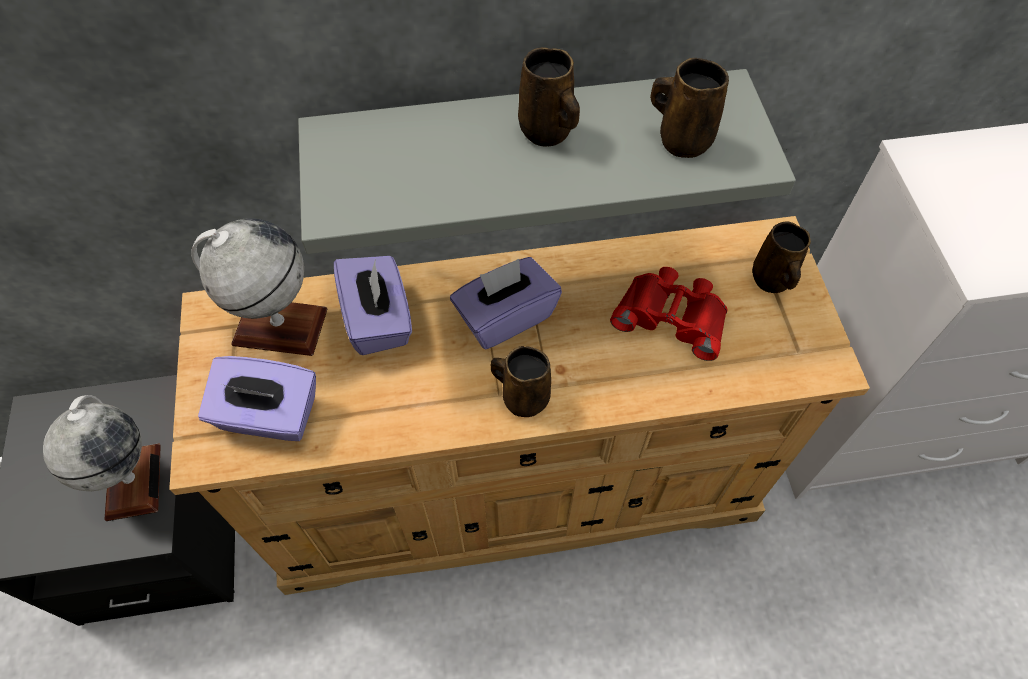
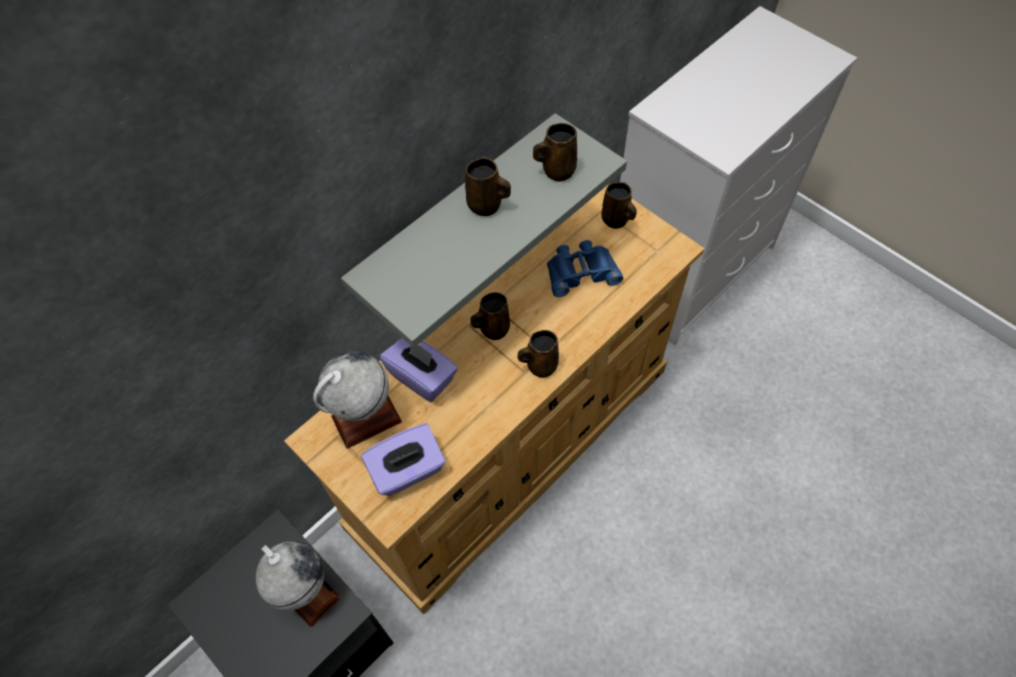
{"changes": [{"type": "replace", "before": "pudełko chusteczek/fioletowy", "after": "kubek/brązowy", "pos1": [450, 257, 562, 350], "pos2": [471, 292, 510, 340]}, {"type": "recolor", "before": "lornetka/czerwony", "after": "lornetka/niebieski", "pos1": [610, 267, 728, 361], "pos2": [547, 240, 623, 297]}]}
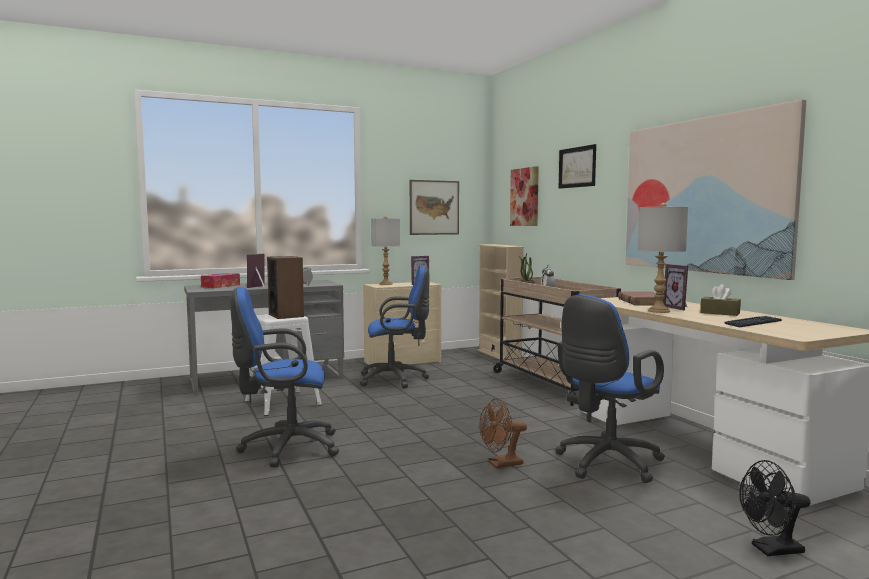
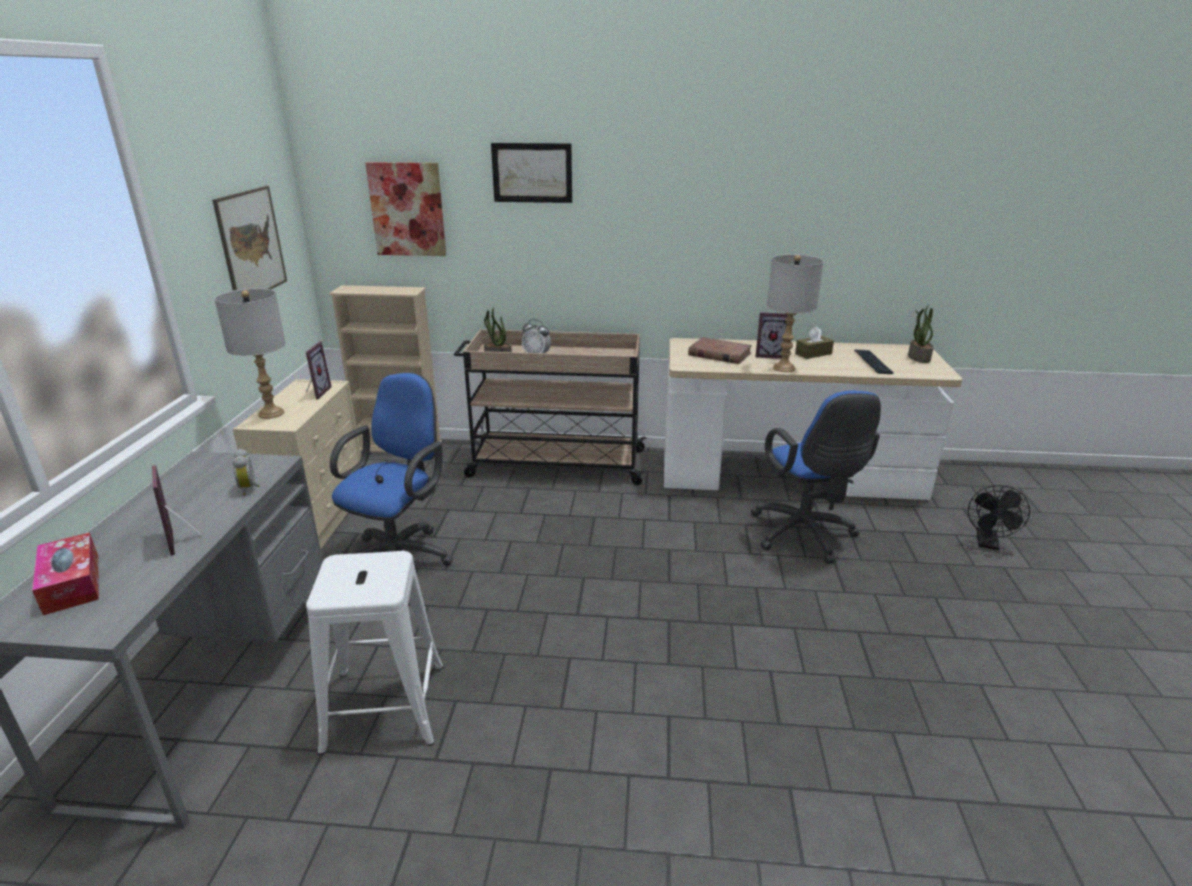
{"changes": [{"type": "insert", "after": "roślina doniczkowa", "pos2": [908, 305, 934, 363]}, {"type": "delete", "before": "krzesło biurowe/niebieski", "pos1": [230, 287, 339, 467]}, {"type": "delete", "before": "głośnik", "pos1": [267, 256, 304, 319]}, {"type": "delete", "before": "wentylator/brązowy", "pos1": [479, 398, 527, 468]}, {"type": "delete", "before": "obraz", "pos1": [626, 99, 806, 280]}]}
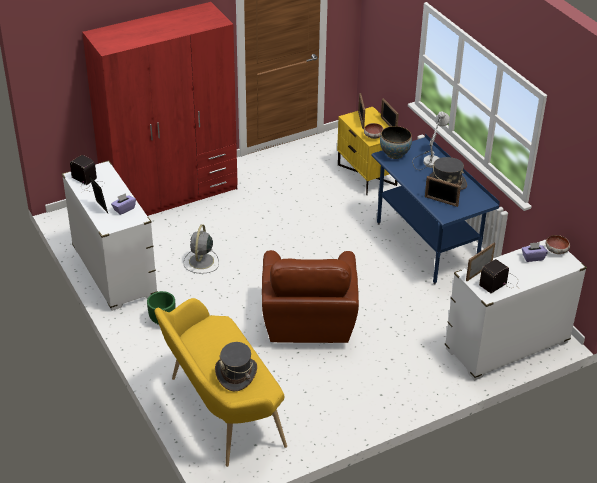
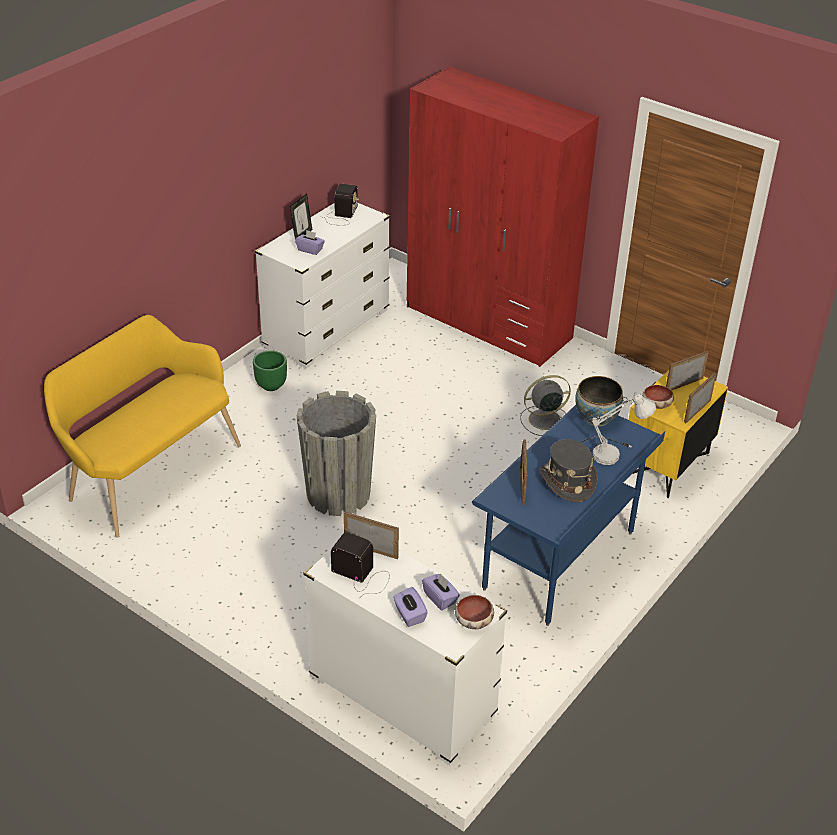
{"changes": [{"type": "replace", "before": "fotel/brązowy", "after": "donica/szary", "pos1": [262, 250, 359, 343], "pos2": [297, 390, 376, 516]}, {"type": "insert", "after": "pudełko chusteczek/fioletowy", "pos2": [393, 587, 428, 627]}, {"type": "move", "before": "wentylator/szary", "pos1": [184, 224, 219, 274], "pos2": [520, 375, 571, 436]}, {"type": "delete", "before": "kapelusz/szary", "pos1": [215, 342, 257, 391]}]}
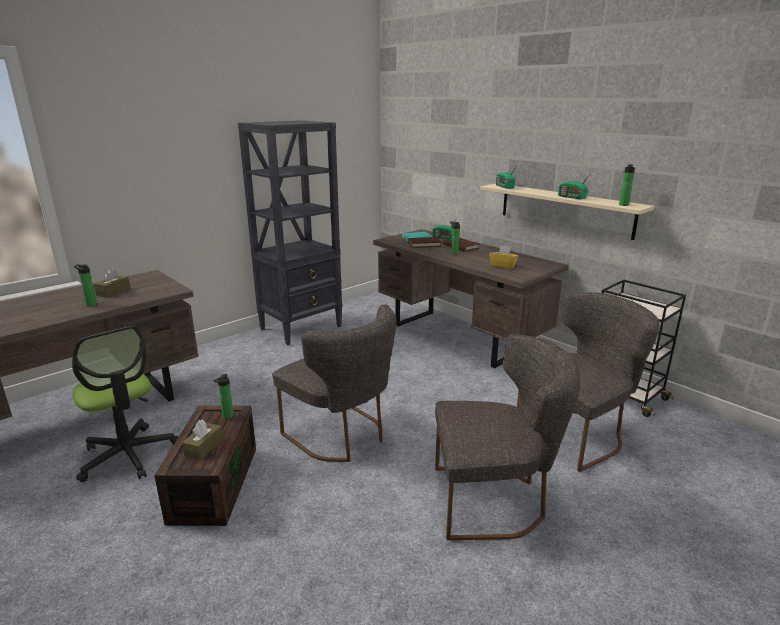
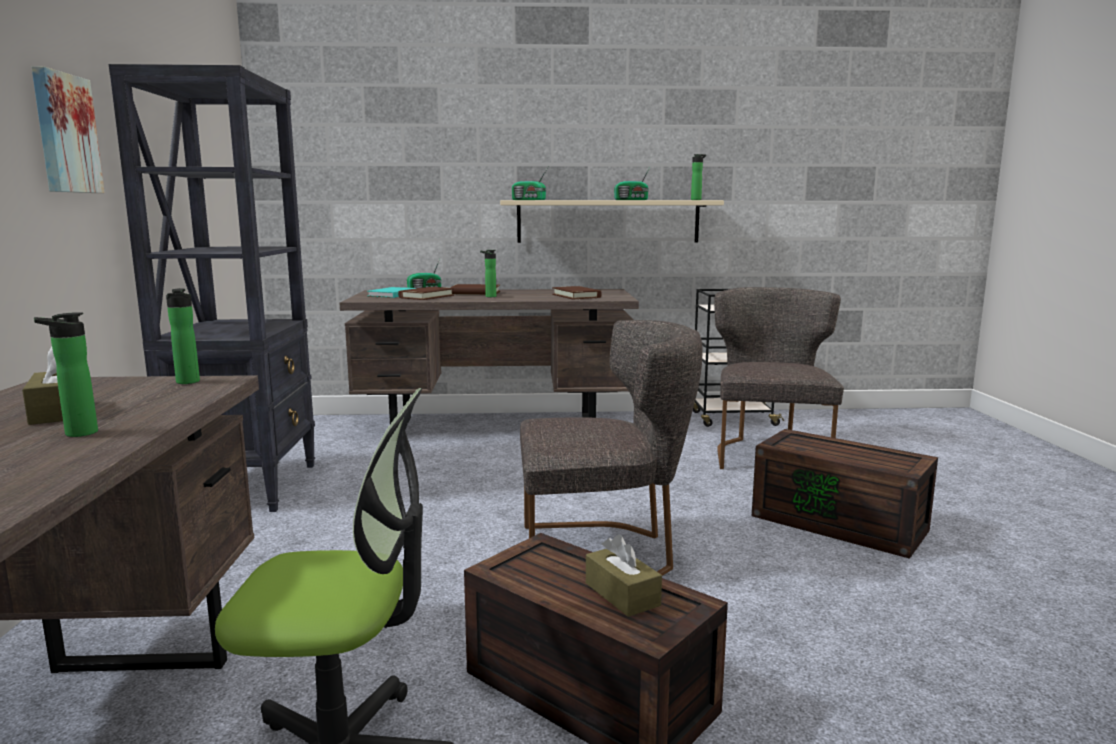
{"changes": [{"type": "insert", "after": "obraz", "pos2": [31, 66, 105, 193]}, {"type": "move", "before": "butelka", "pos1": [213, 374, 234, 419], "pos2": [166, 288, 200, 384]}, {"type": "replace", "before": "pudełko chusteczek/żółty", "after": "książka/brązowy", "pos1": [489, 245, 518, 269], "pos2": [552, 286, 602, 299]}, {"type": "replace", "before": "krzesło/szary", "after": "pojemnik do przechowywania/brązowy", "pos1": [435, 334, 580, 540], "pos2": [752, 429, 938, 559]}]}
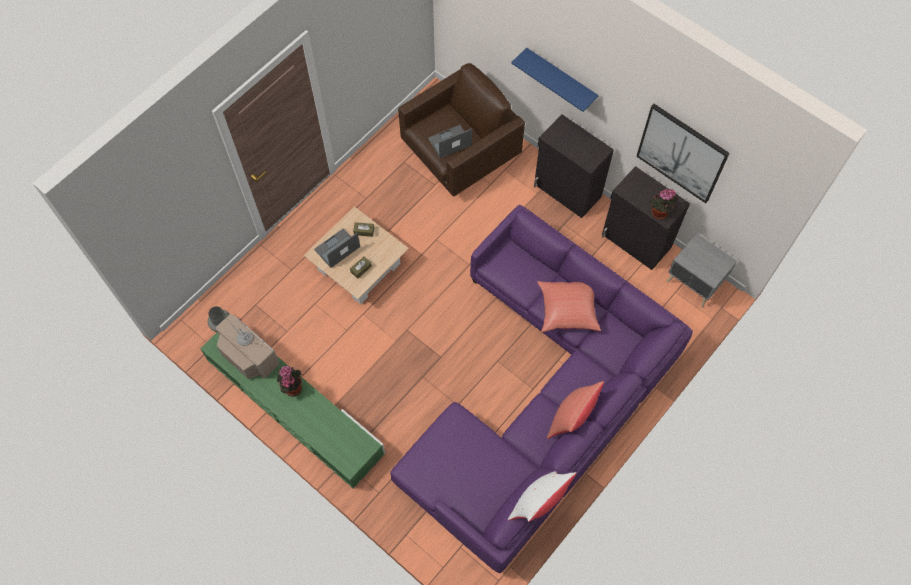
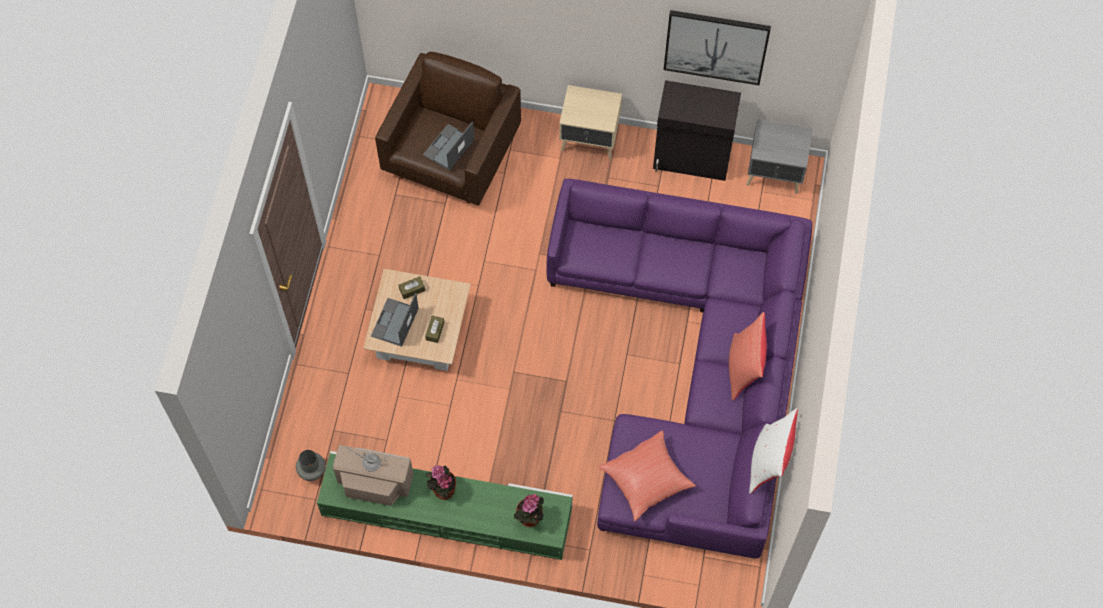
{"changes": [{"type": "move", "before": "roślina doniczkowa", "pos1": [649, 188, 678, 219], "pos2": [514, 494, 544, 527]}, {"type": "replace", "before": "szafka/czarny", "after": "szafka nocna/beżowy", "pos1": [534, 114, 614, 218], "pos2": [559, 85, 622, 159]}, {"type": "move", "before": "poduszka/czerwony", "pos1": [538, 281, 601, 332], "pos2": [598, 431, 696, 521]}, {"type": "delete", "before": "półka/niebieski", "pos1": [511, 47, 599, 112]}]}
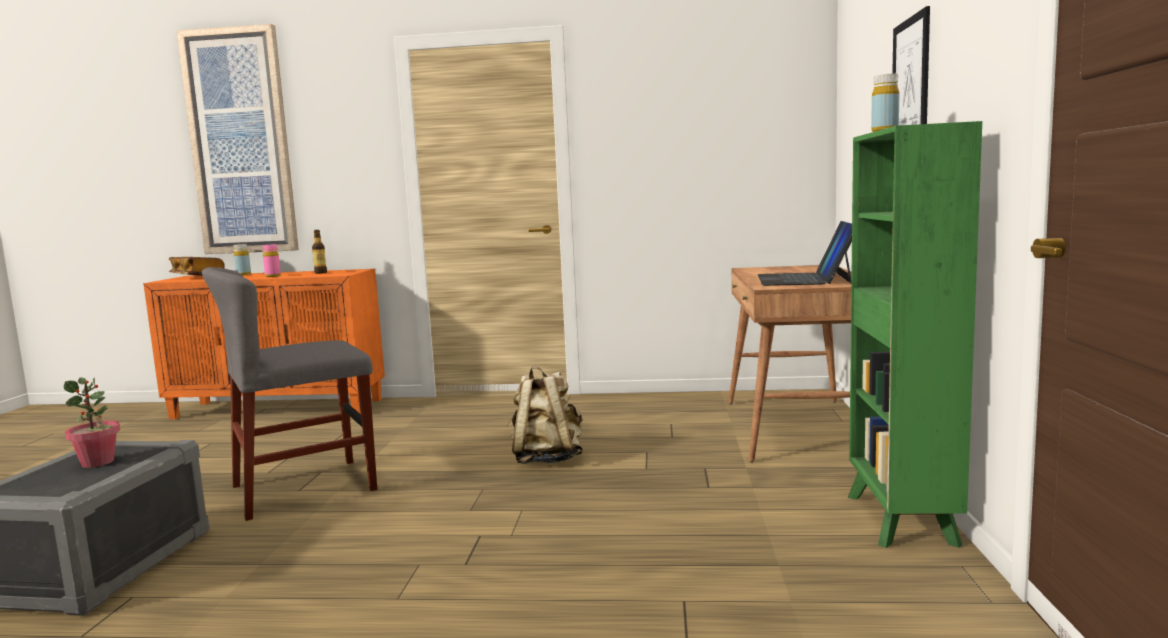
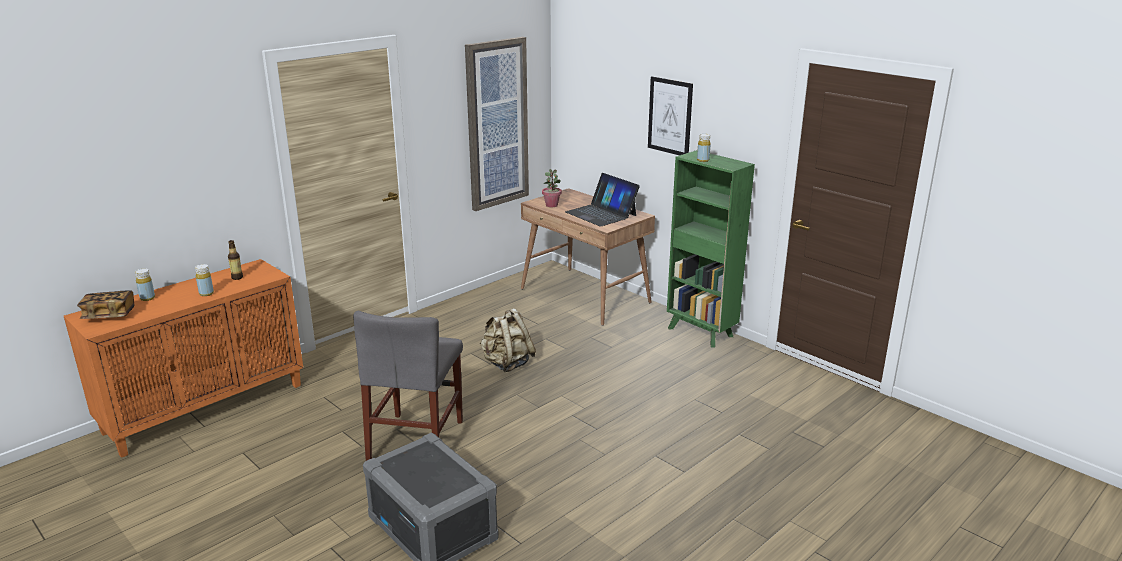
{"changes": [{"type": "recolor", "before": "butelka/różowy", "after": "butelka/żółty", "pos1": [263, 244, 281, 277], "pos2": [195, 264, 214, 296]}, {"type": "move", "before": "obraz", "pos1": [177, 24, 299, 254], "pos2": [465, 37, 529, 211]}, {"type": "move", "before": "roślina doniczkowa", "pos1": [64, 378, 120, 468], "pos2": [542, 169, 562, 207]}]}
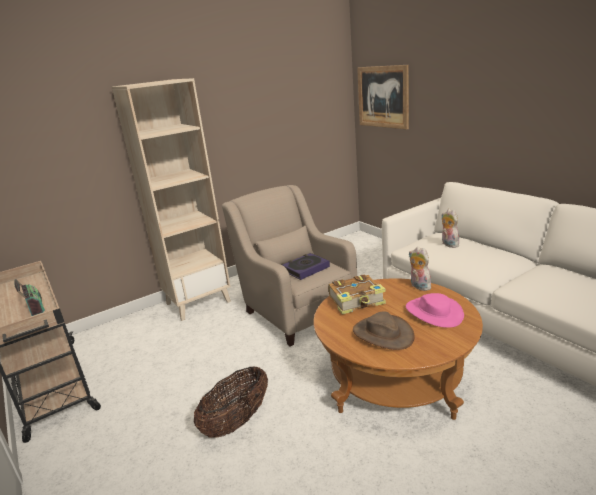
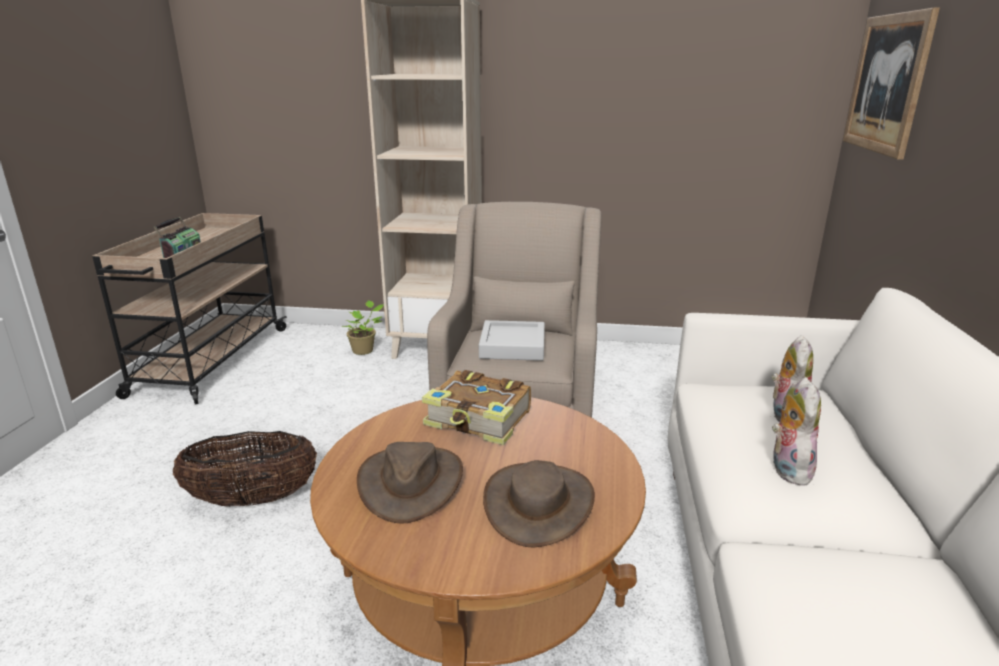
{"changes": [{"type": "insert", "after": "roślina doniczkowa", "pos2": [342, 300, 384, 355]}, {"type": "replace", "before": "książka", "after": "taca/szary", "pos1": [283, 253, 330, 280], "pos2": [479, 320, 545, 361]}, {"type": "recolor", "before": "kapelusz/różowy", "after": "kapelusz/brązowy", "pos1": [406, 293, 464, 328], "pos2": [483, 460, 595, 548]}, {"type": "move", "before": "pluszak", "pos1": [409, 247, 431, 291], "pos2": [772, 377, 821, 487]}]}
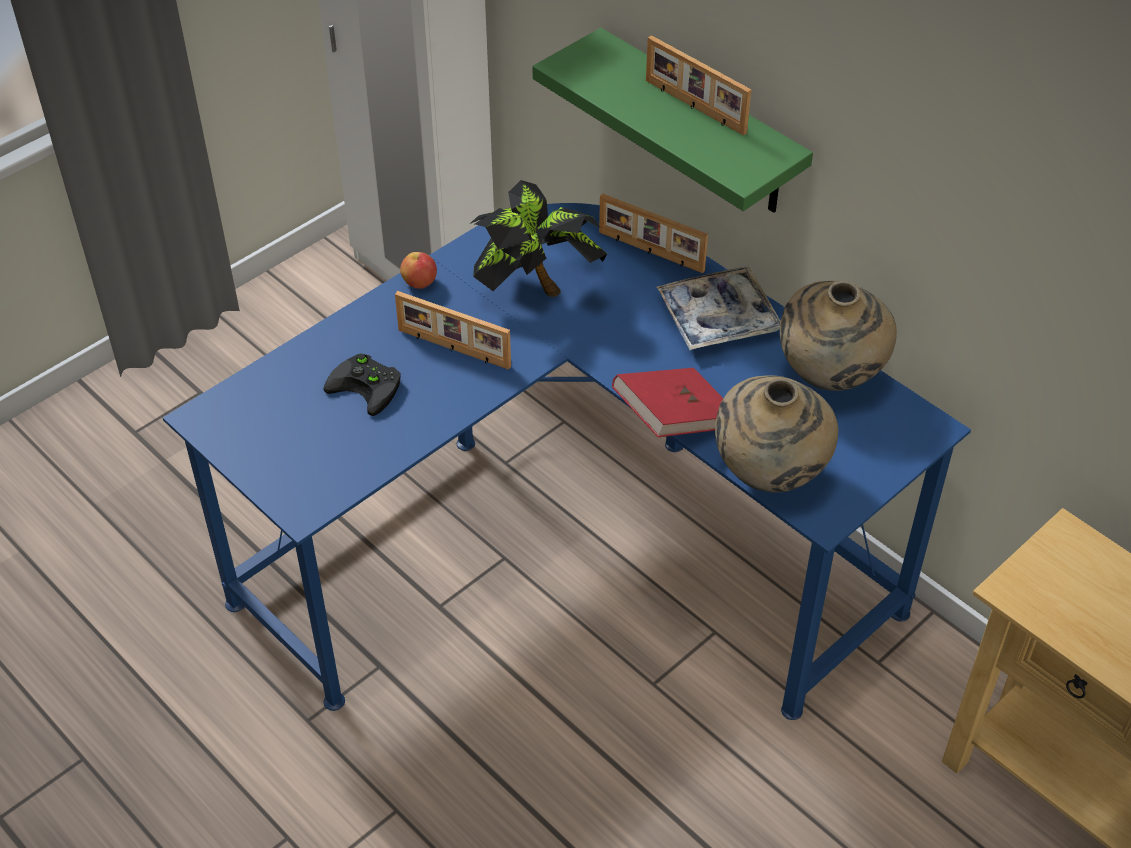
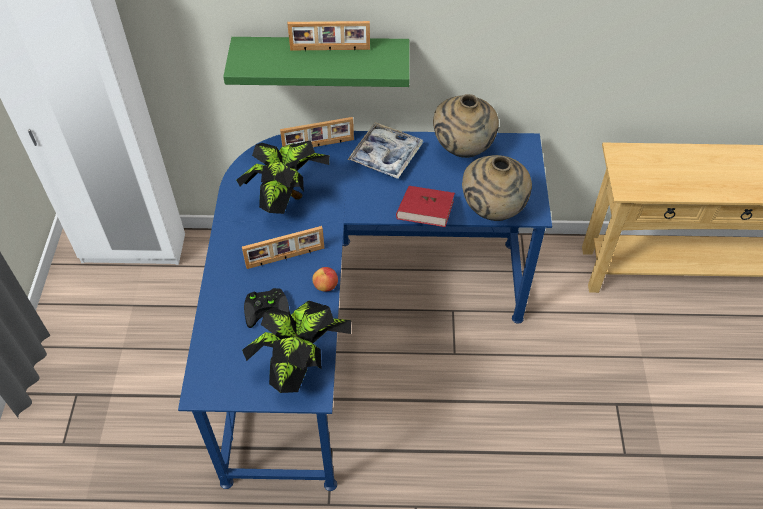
{"changes": [{"type": "insert", "after": "roślina doniczkowa", "pos2": [242, 300, 351, 393]}, {"type": "move", "before": "jabłko", "pos1": [400, 252, 437, 289], "pos2": [312, 267, 338, 292]}]}
